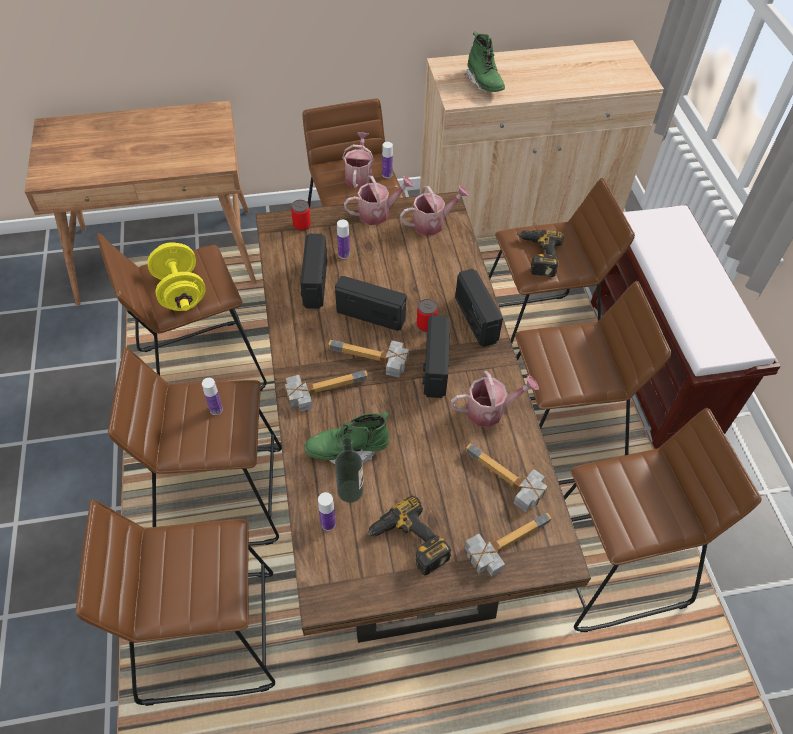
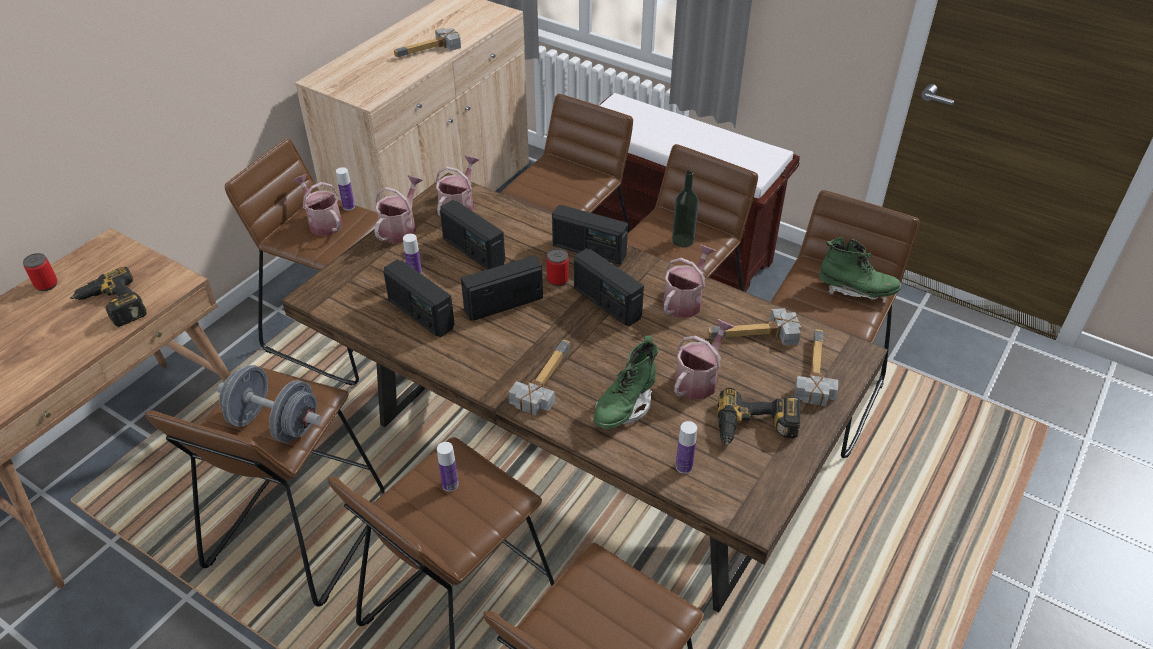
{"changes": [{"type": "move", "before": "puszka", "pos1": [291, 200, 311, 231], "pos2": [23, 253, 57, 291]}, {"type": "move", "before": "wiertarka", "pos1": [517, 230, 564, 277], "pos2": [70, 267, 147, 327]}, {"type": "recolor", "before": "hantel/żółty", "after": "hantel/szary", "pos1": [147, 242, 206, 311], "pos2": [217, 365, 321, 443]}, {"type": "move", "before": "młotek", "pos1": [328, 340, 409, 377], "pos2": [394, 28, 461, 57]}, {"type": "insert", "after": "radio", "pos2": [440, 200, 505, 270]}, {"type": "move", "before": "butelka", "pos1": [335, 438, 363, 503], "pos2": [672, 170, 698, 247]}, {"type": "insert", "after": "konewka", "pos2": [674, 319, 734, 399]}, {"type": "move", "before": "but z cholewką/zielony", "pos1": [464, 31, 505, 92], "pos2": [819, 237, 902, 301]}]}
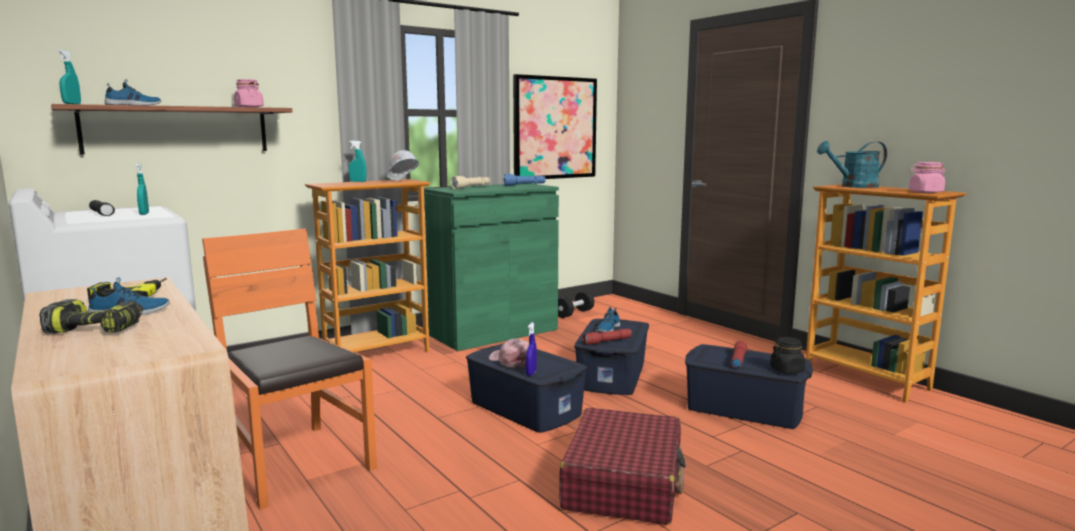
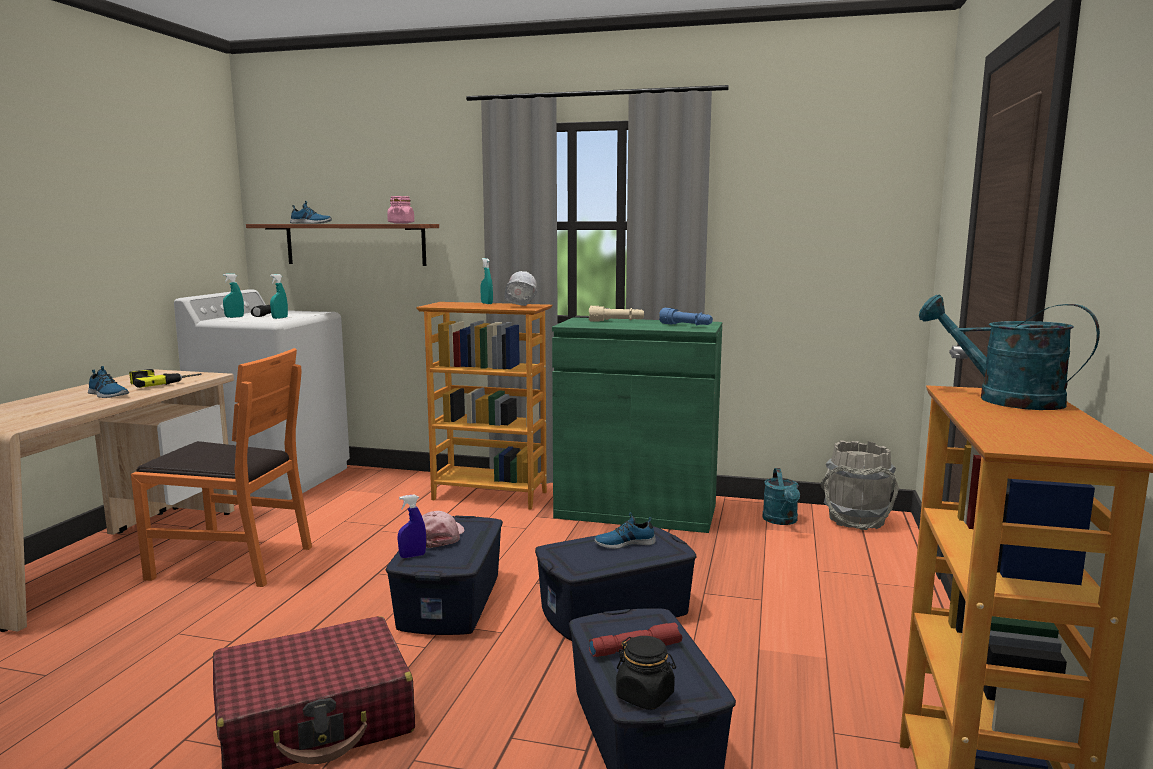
{"changes": [{"type": "rotate", "before": "krzesło/pomarańczowy", "pos1": [202, 228, 377, 510], "pos2": [131, 348, 312, 587], "turn": 90}, {"type": "move", "before": "spryskiwacz/turkusowy", "pos1": [58, 50, 81, 104], "pos2": [223, 274, 244, 318]}, {"type": "replace", "before": "hantel/czarny", "after": "konewka/turkusowy", "pos1": [558, 291, 594, 318], "pos2": [762, 468, 800, 525]}, {"type": "insert", "after": "wiadro/szary", "pos2": [820, 441, 899, 530]}, {"type": "delete", "before": "wiertarka", "pos1": [39, 299, 143, 334]}, {"type": "delete", "before": "obraz", "pos1": [513, 74, 597, 179]}, {"type": "delete", "before": "latarka/czerwony", "pos1": [582, 329, 632, 345]}, {"type": "delete", "before": "słoik/różowy", "pos1": [909, 162, 945, 193]}]}
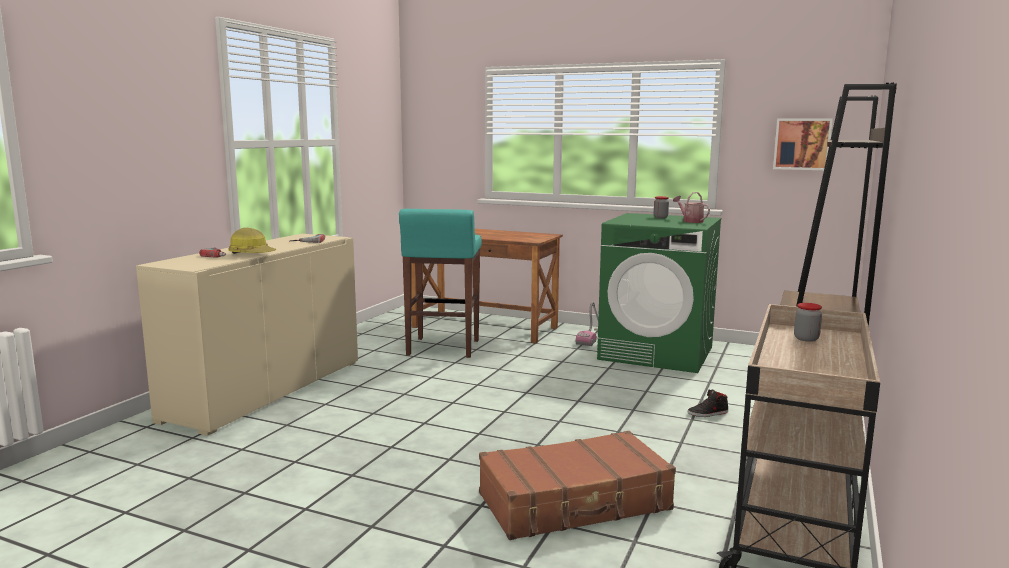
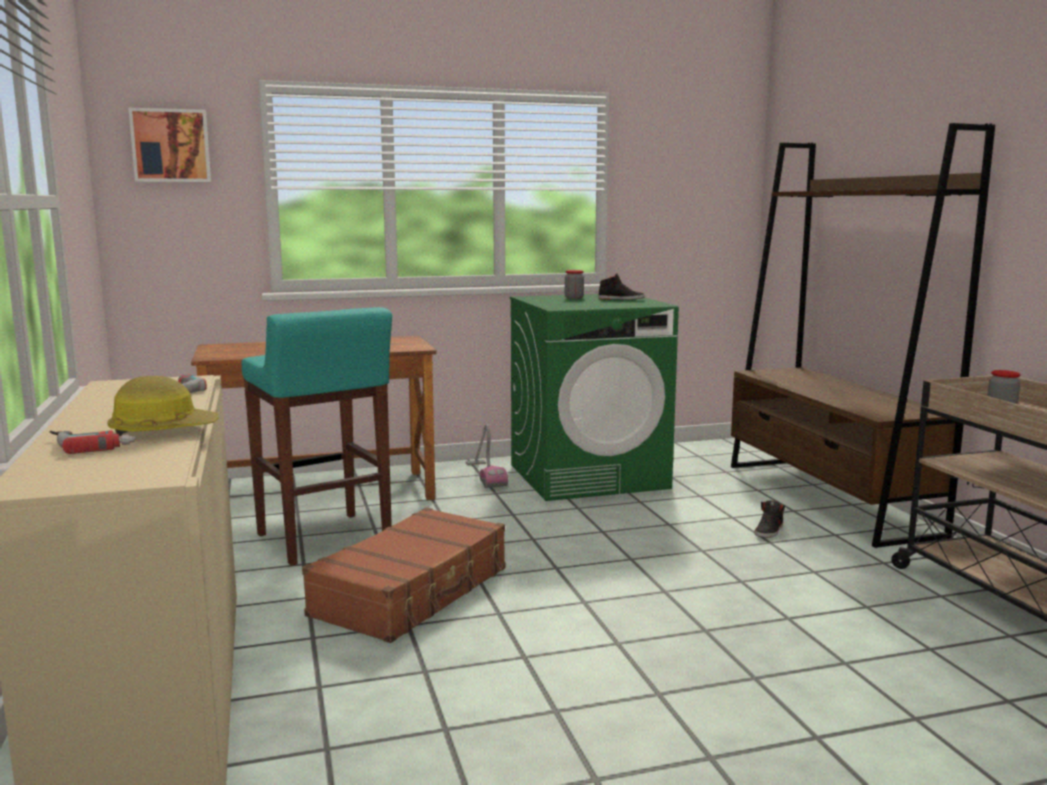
{"changes": [{"type": "move", "before": "obraz", "pos1": [773, 118, 833, 170], "pos2": [128, 108, 211, 182]}, {"type": "move", "before": "walizka/brązowy", "pos1": [479, 431, 676, 540], "pos2": [302, 507, 505, 643]}, {"type": "replace", "before": "konewka", "after": "but/czarny", "pos1": [673, 192, 710, 223], "pos2": [598, 273, 645, 300]}]}
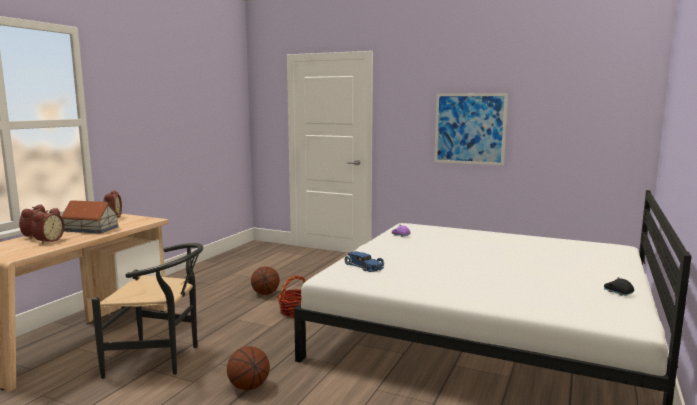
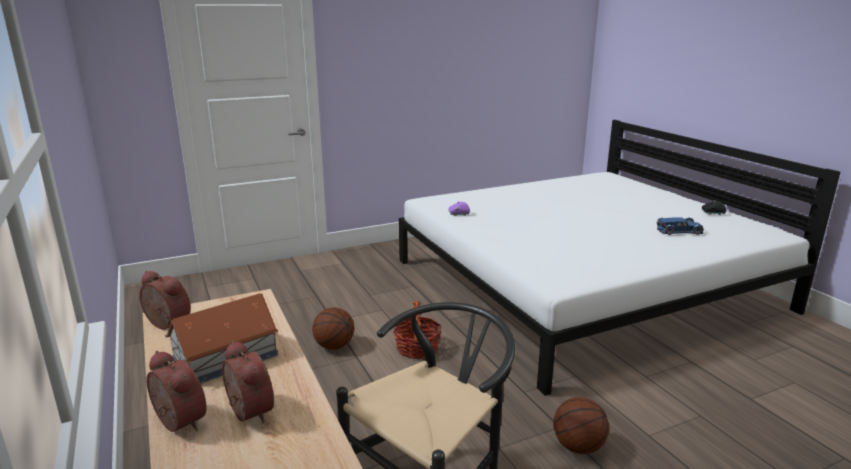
{"changes": [{"type": "move", "before": "samochodzik/niebieski", "pos1": [344, 251, 384, 272], "pos2": [656, 217, 704, 235]}, {"type": "delete", "before": "obraz", "pos1": [434, 93, 508, 165]}]}
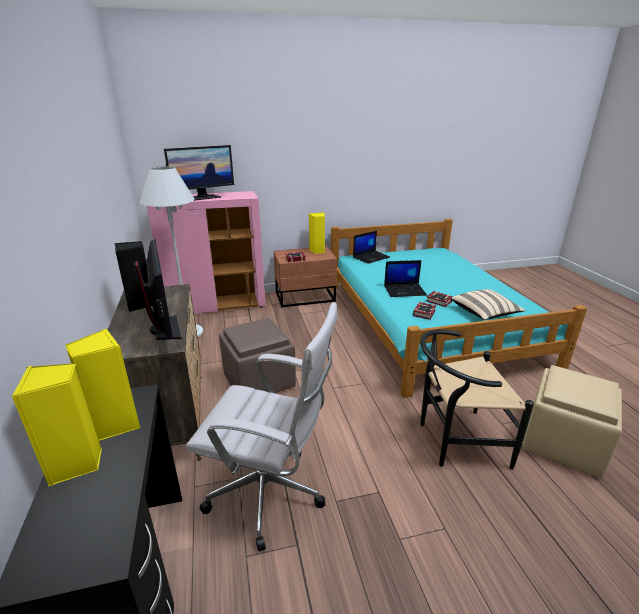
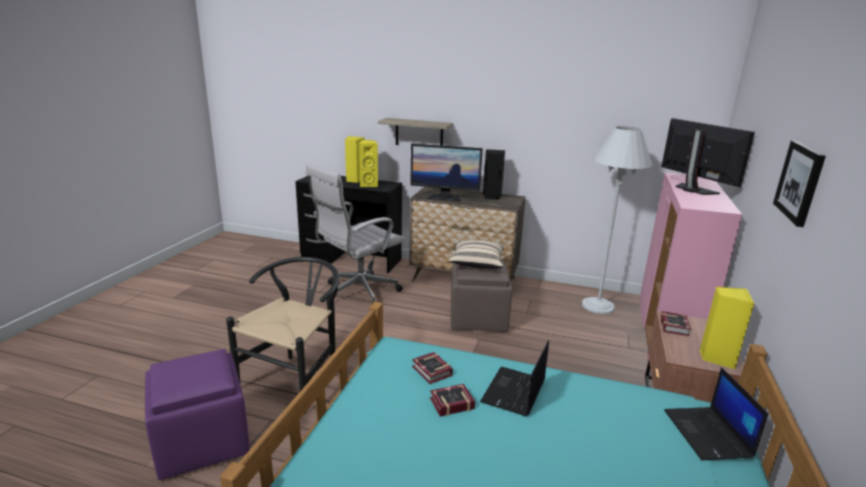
{"changes": [{"type": "recolor", "before": "pufa/beżowy", "after": "pufa/fioletowy", "pos1": [523, 365, 622, 478], "pos2": [145, 349, 250, 480]}, {"type": "insert", "after": "półka", "pos2": [378, 118, 453, 146]}, {"type": "move", "before": "poduszka/beżowy", "pos1": [451, 289, 526, 320], "pos2": [448, 240, 505, 269]}, {"type": "rotate", "before": "monitor", "pos1": [164, 145, 234, 201], "pos2": [661, 118, 755, 195], "turn": 150}, {"type": "insert", "after": "obraz", "pos2": [773, 140, 826, 227]}]}
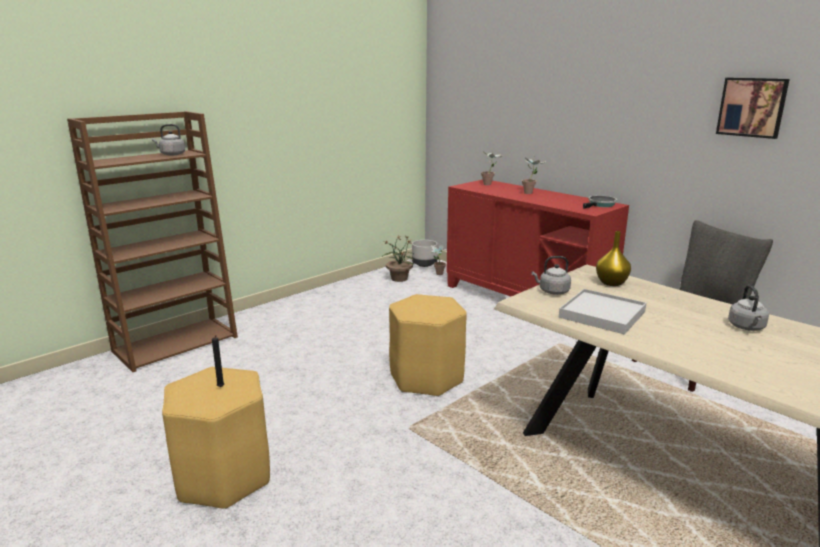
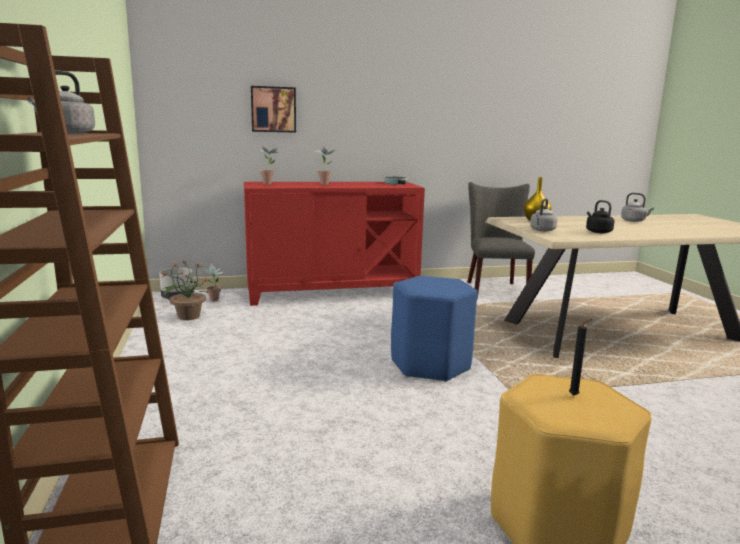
{"changes": [{"type": "move", "before": "obraz", "pos1": [716, 78, 790, 139], "pos2": [251, 86, 296, 132]}, {"type": "recolor", "before": "stołek/żółty", "after": "stołek/niebieski", "pos1": [389, 294, 467, 397], "pos2": [391, 276, 478, 382]}, {"type": "replace", "before": "taca/biały", "after": "czajnik/czarny", "pos1": [559, 289, 646, 335], "pos2": [586, 200, 614, 233]}]}
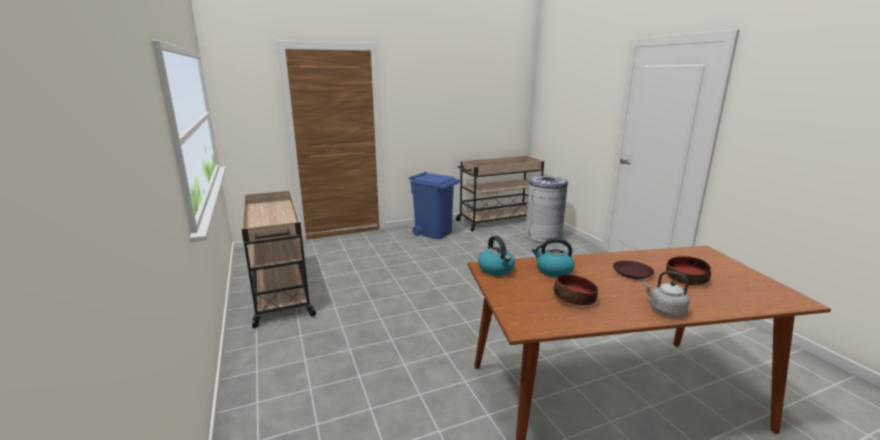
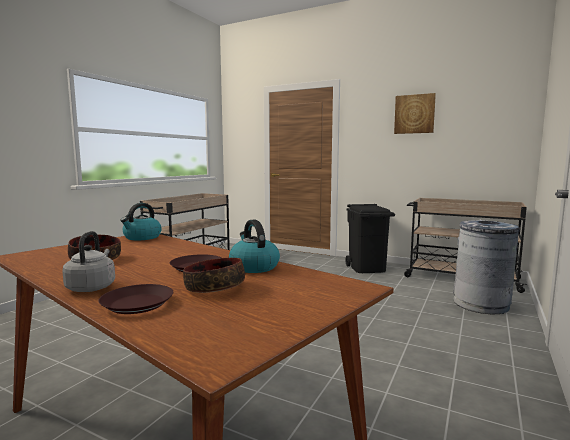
{"changes": [{"type": "insert", "after": "talerz/brązowy", "pos2": [98, 284, 173, 314]}, {"type": "move", "before": "czajnik", "pos1": [532, 238, 575, 277], "pos2": [229, 220, 280, 273]}, {"type": "recolor", "before": "kosz na śmieci/niebieski", "after": "kosz na śmieci/czarny", "pos1": [409, 172, 460, 239], "pos2": [345, 204, 395, 273]}, {"type": "insert", "after": "obraz", "pos2": [394, 93, 436, 134]}]}
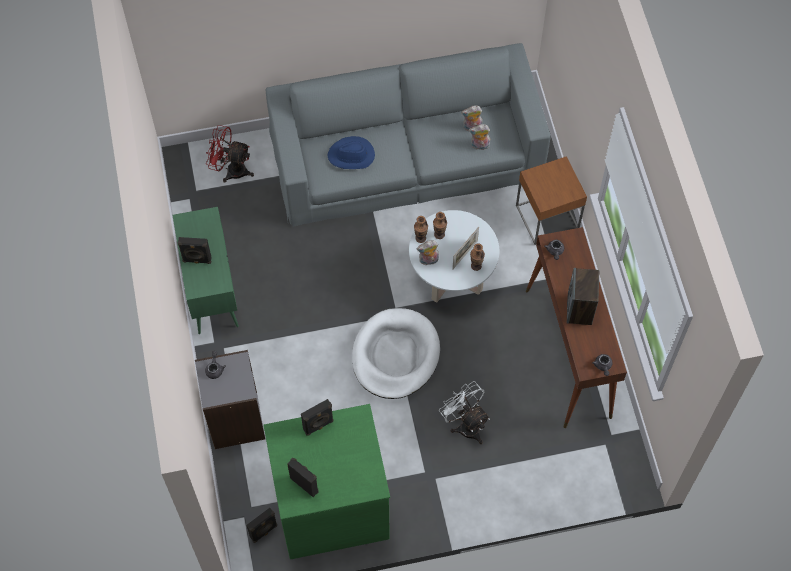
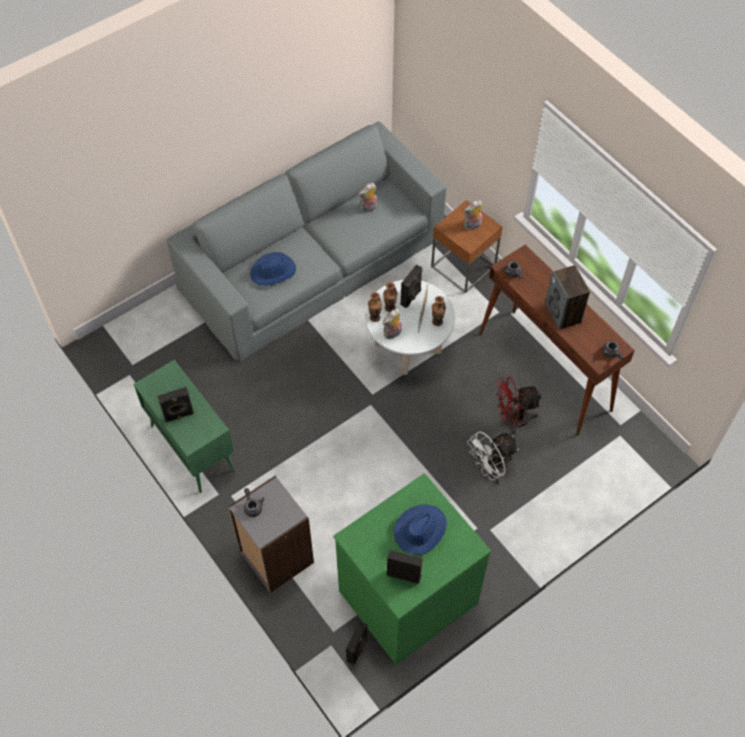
{"changes": [{"type": "insert", "after": "kapelusz/niebieski", "pos2": [393, 504, 447, 555]}, {"type": "move", "before": "głośnik/czarny", "pos1": [301, 399, 334, 436], "pos2": [401, 265, 422, 308]}, {"type": "move", "before": "pluszak", "pos1": [469, 124, 490, 150], "pos2": [463, 200, 482, 230]}, {"type": "rotate", "before": "wentylator/biały", "pos1": [439, 381, 490, 444], "pos2": [467, 431, 519, 484], "turn": -60}, {"type": "move", "before": "wentylator/czerwony", "pos1": [206, 125, 254, 182], "pos2": [496, 376, 542, 434]}, {"type": "delete", "before": "legowisko/biały", "pos1": [352, 308, 440, 399]}]}
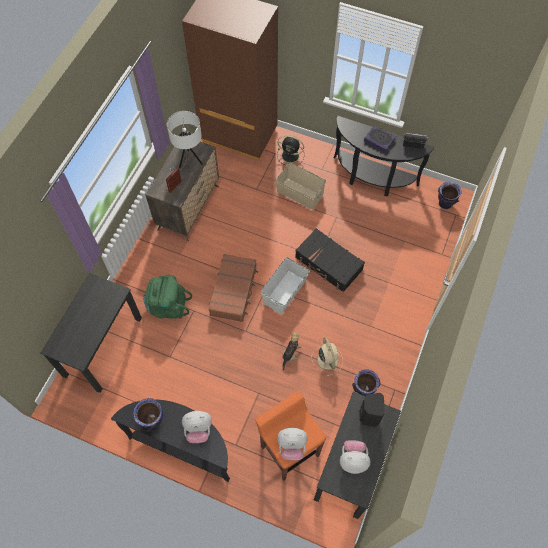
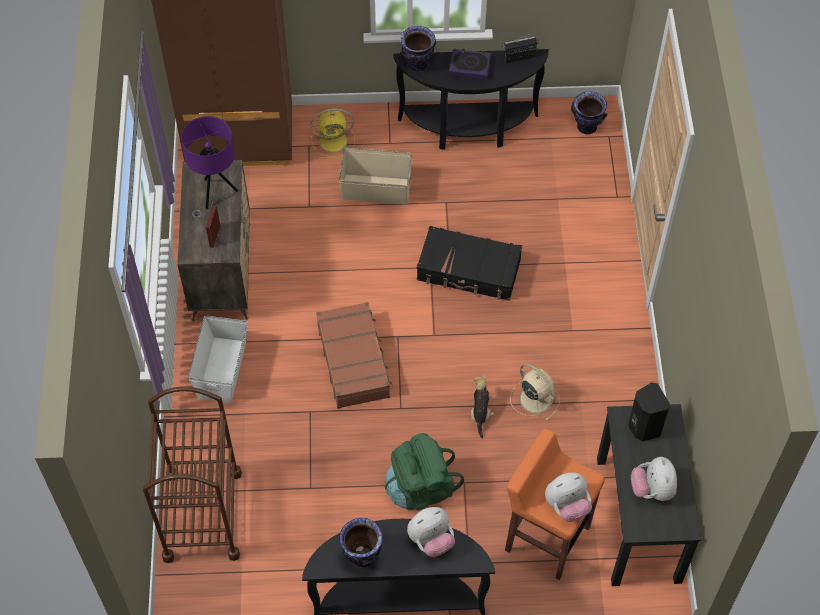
{"changes": [{"type": "replace", "before": "biurko/czarny", "after": "wózek/brązowy", "pos1": [41, 273, 142, 393], "pos2": [143, 387, 242, 563]}, {"type": "recolor", "before": "lampa stołowa/biały", "after": "lampa stołowa/fioletowy", "pos1": [167, 111, 203, 172], "pos2": [181, 116, 238, 218]}, {"type": "move", "before": "pojemnik do przechowywania/biały", "pos1": [261, 257, 310, 314], "pos2": [188, 315, 248, 403]}, {"type": "recolor", "before": "wentylator/czarny", "after": "wentylator/żółty", "pos1": [277, 135, 304, 164], "pos2": [310, 108, 355, 157]}, {"type": "move", "before": "plecak/zielony", "pos1": [143, 275, 192, 319], "pos2": [385, 433, 464, 510]}, {"type": "move", "before": "wazon", "pos1": [352, 369, 380, 397], "pos2": [400, 26, 436, 72]}, {"type": "rotate", "before": "pluszak", "pos1": [340, 440, 371, 474], "pos2": [631, 457, 677, 501], "turn": -75}]}
